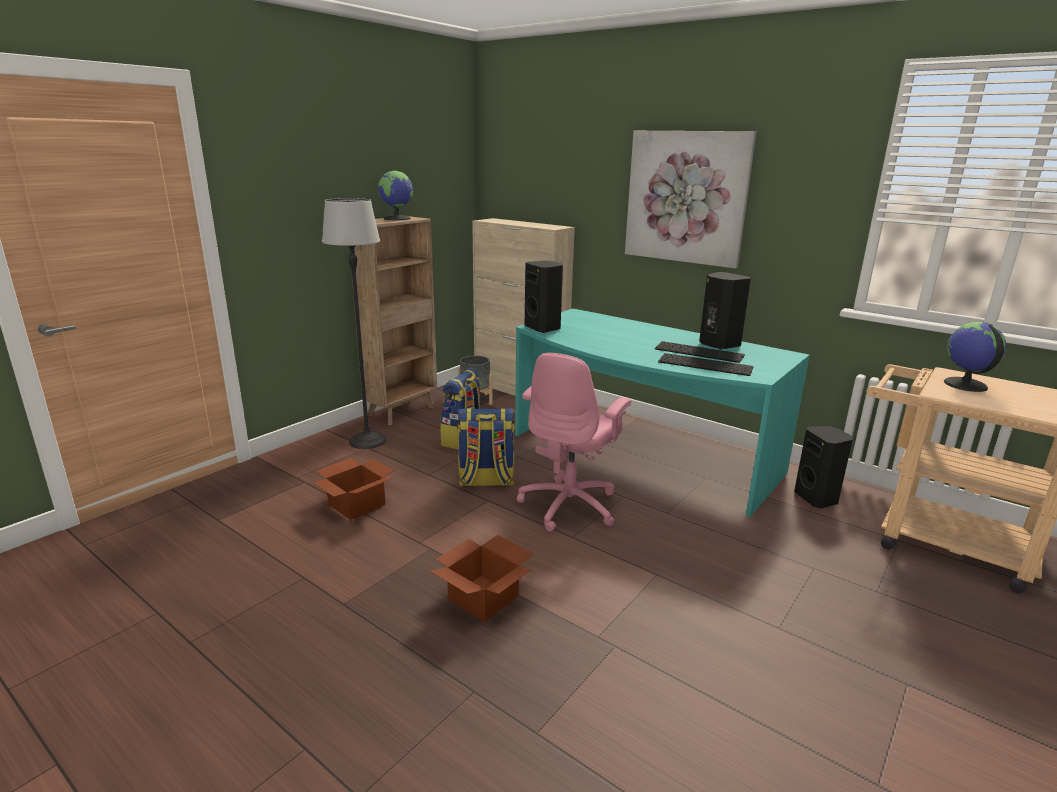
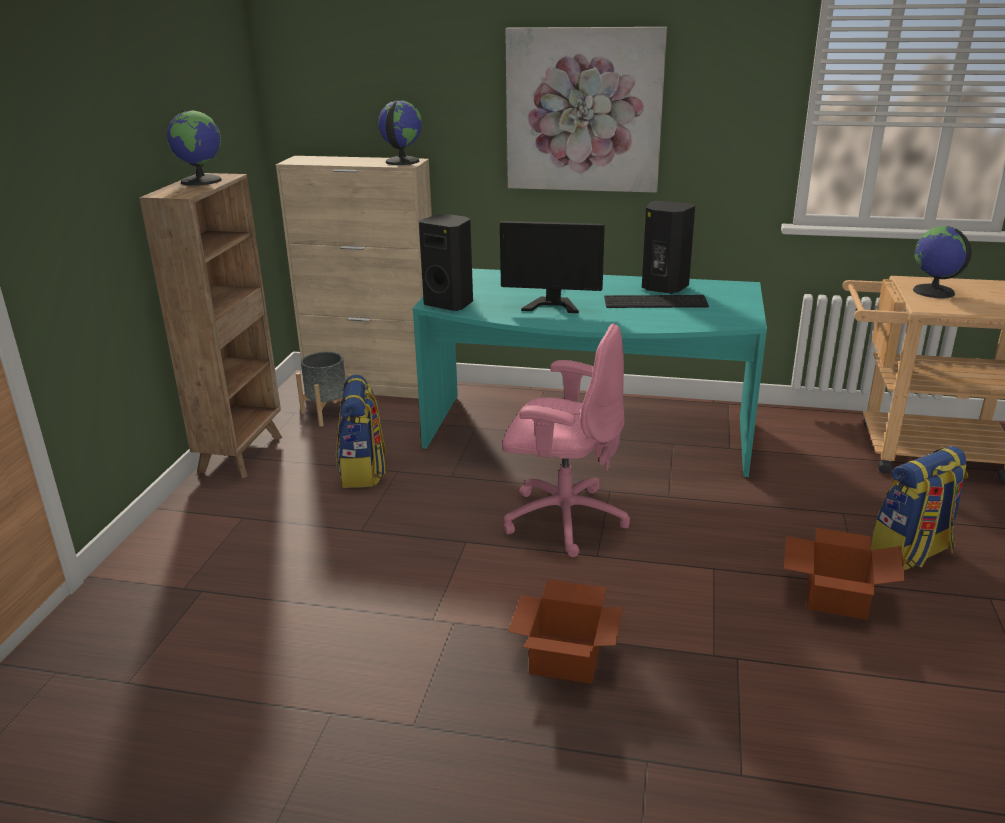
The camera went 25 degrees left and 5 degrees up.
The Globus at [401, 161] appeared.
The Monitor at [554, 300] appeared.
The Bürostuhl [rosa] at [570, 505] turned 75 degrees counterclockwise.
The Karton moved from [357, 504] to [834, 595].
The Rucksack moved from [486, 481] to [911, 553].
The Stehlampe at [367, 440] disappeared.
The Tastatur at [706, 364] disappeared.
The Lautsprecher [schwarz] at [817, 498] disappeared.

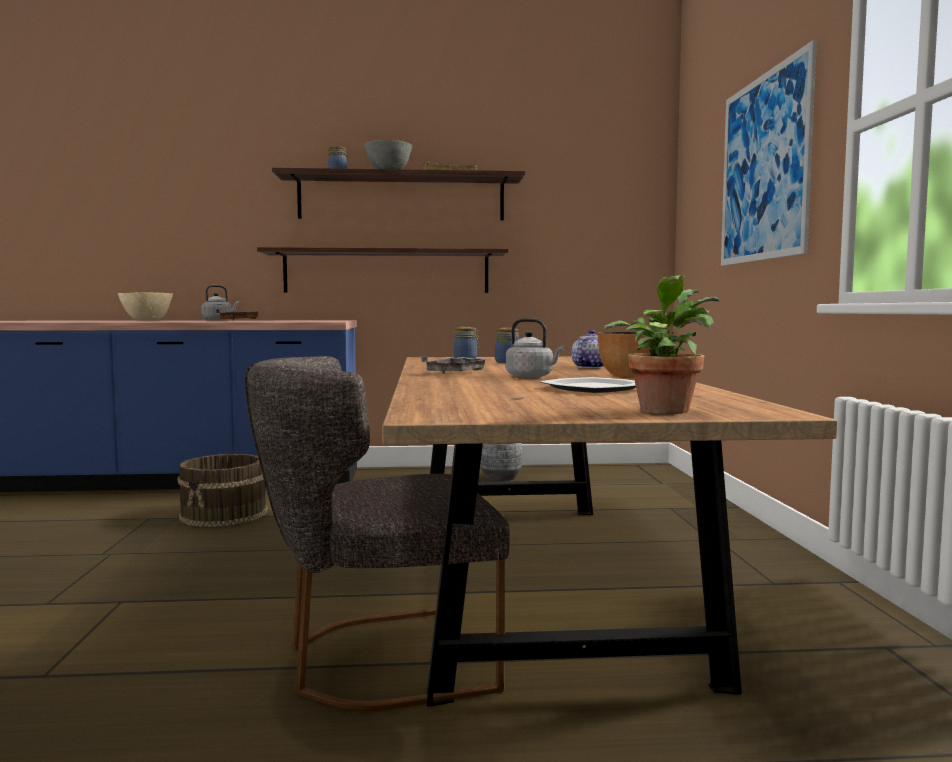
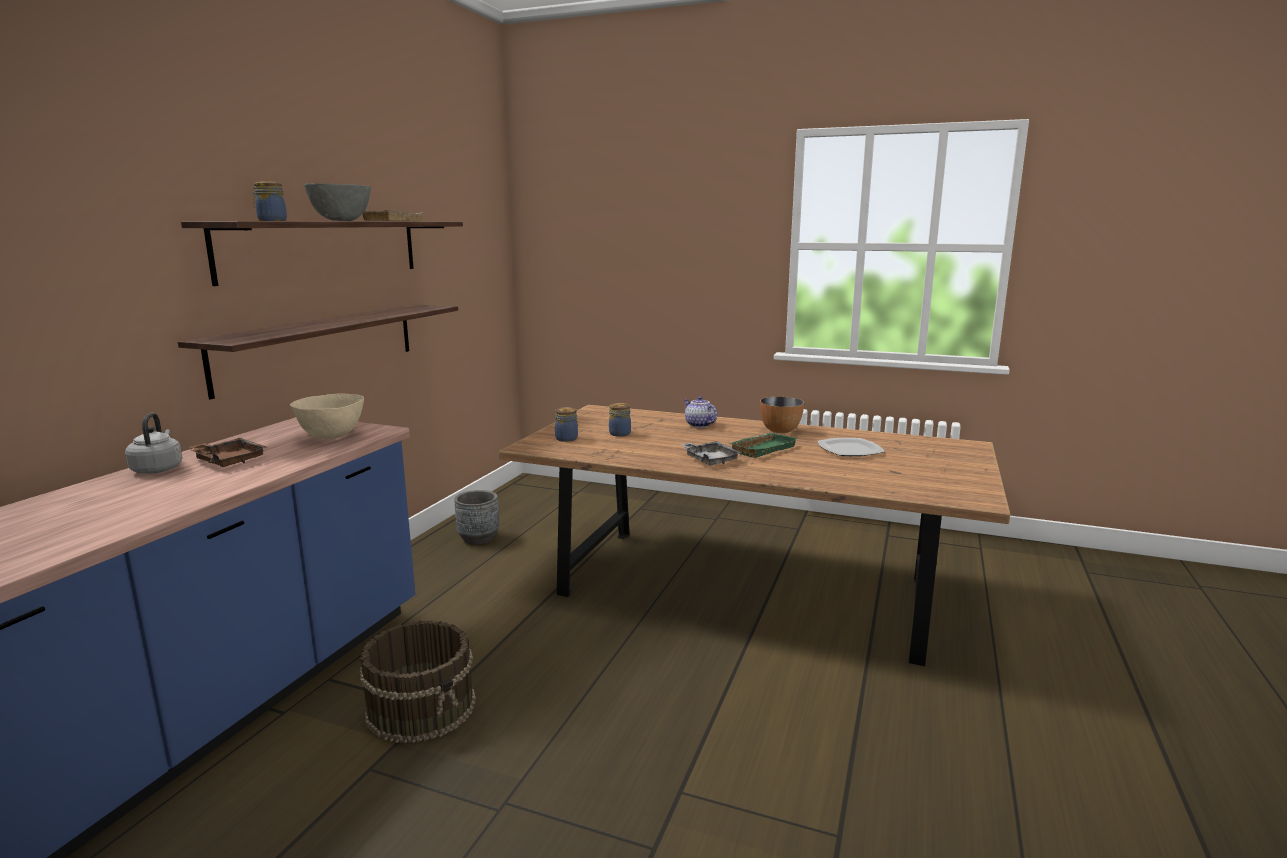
The camera went 65 degrees left and 10 degrees up.
The Schüssel [beige] moved from [147, 320] to [331, 436].
The Wasserkessel [grau] at [532, 377] was replaced by the Tablett [grün] at [762, 448].
The Stuhl [grau] at [377, 659] disappeared.
The Topfpflanze at [664, 410] disappeared.
The Bild at [763, 168] disappeared.

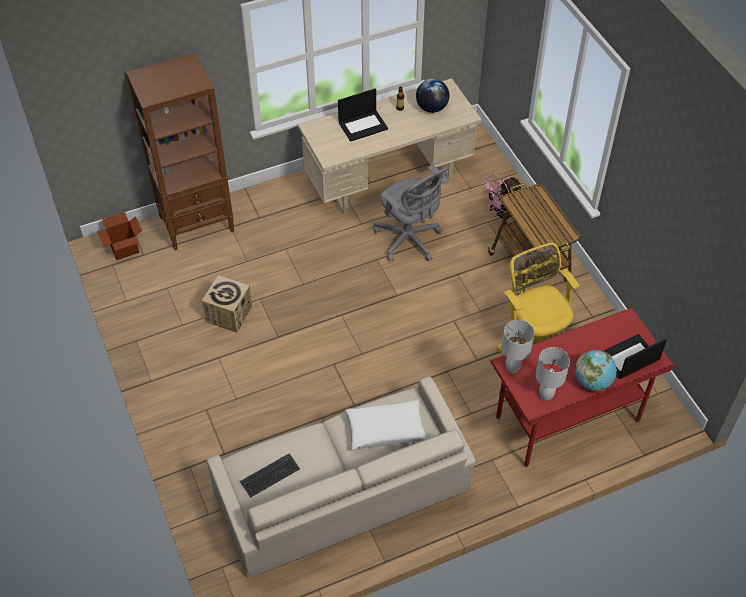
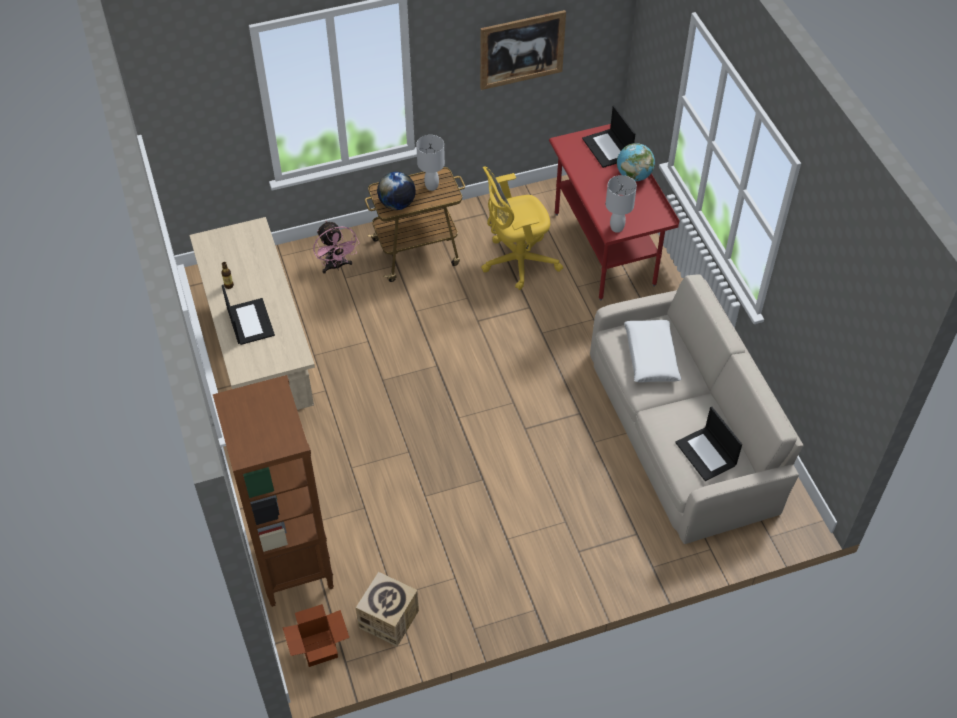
The camera went 85 degrees left and 0 degrees up.
The Karton moved from [229, 314] to [389, 619].
The Globus moved from [431, 108] to [397, 204].
The Tischlampe [weiß] moved from [546, 395] to [432, 186].
The Bild at [522, 49] appeared.
The Tastatur at [270, 476] was replaced by the Laptop at [706, 454].
The Bürostuhl [grau] at [409, 240] disappeared.

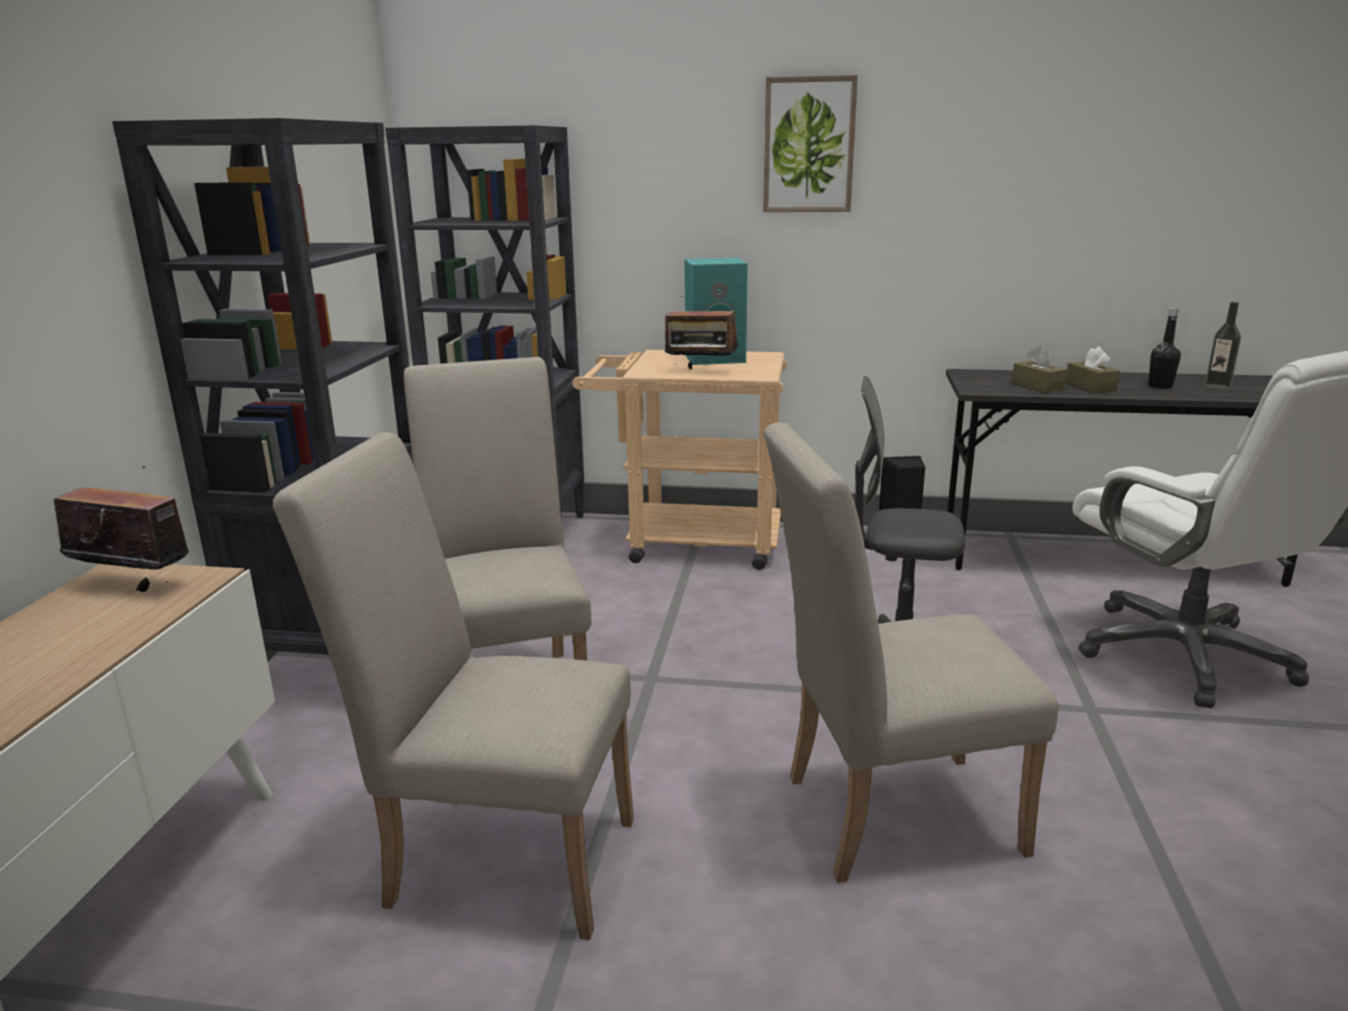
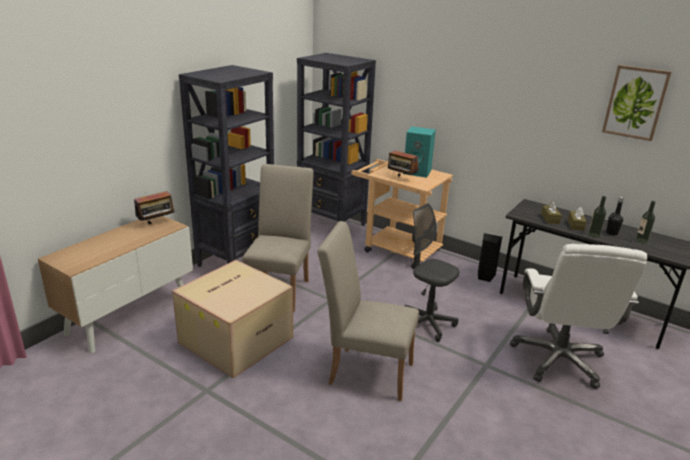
The camera went 25 degrees right and 5 degrees up.
The Radio at [135, 584] turned 105 degrees clockwise.
The Stuhl [beige] at [496, 856] was replaced by the Karton at [236, 339].
The Flasche at [594, 235] appeared.
The Bild moved from [809, 145] to [635, 102].

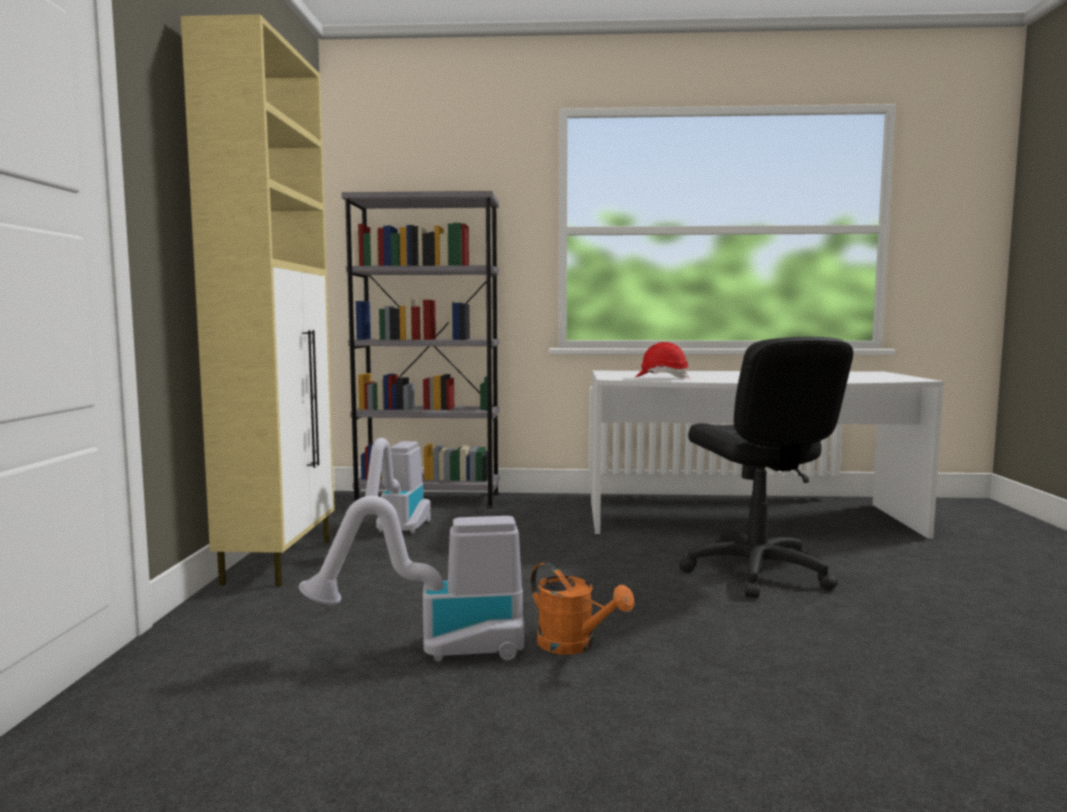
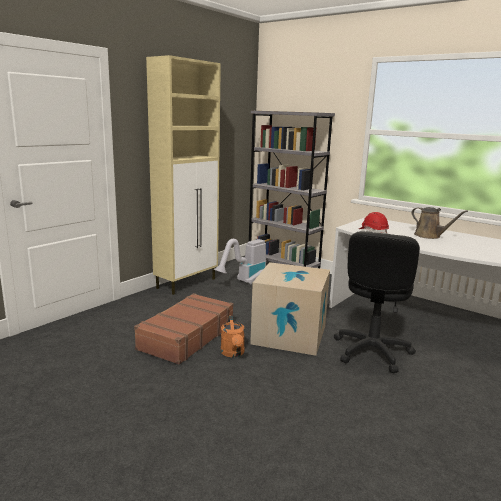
The camera went 35 degrees right and 10 degrees up.
The Staubsauger at [435, 649] was replaced by the Koffer [braun] at [186, 337].
The Karton at [289, 335] appeared.
The Gießkanne [braun] at [429, 236] appeared.

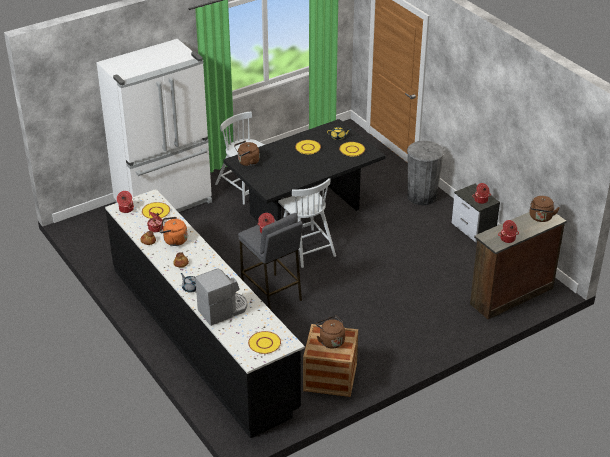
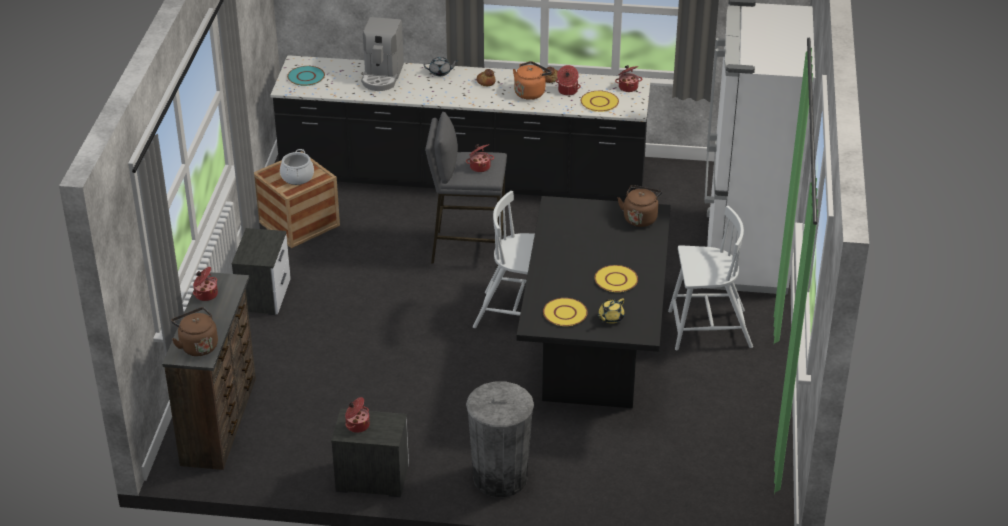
The camera went 130 degrees right and 0 degrees up.
The Nachttisch at [264, 295] appeared.
The Wasserkessel [braun] at [331, 341] was replaced by the Kochtopf at [297, 177].
The Teller [gelb] at [264, 343] became the Teller [türkis] at [306, 77].

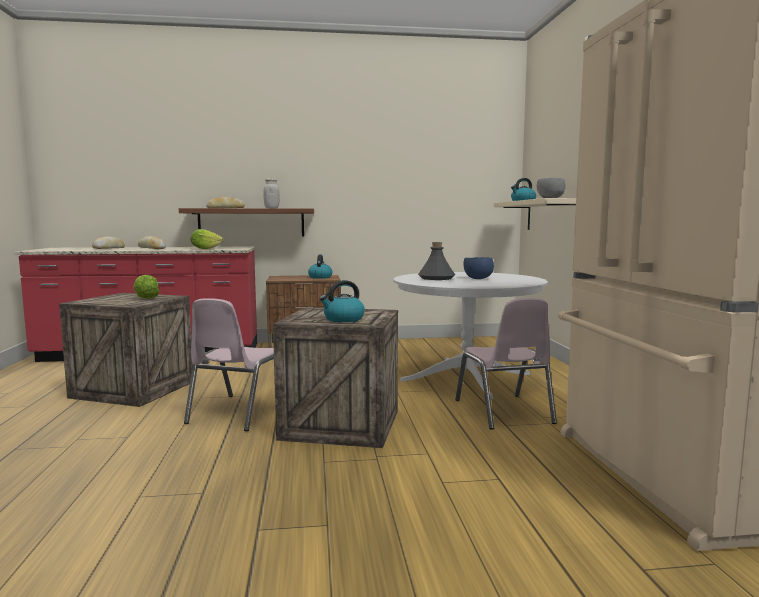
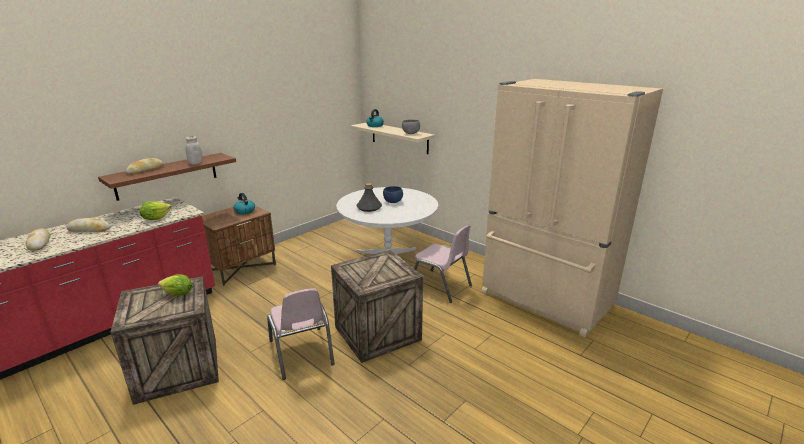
The camera went 40 degrees left and 15 degrees up.
The Wasserkessel at [343, 319] disappeared.

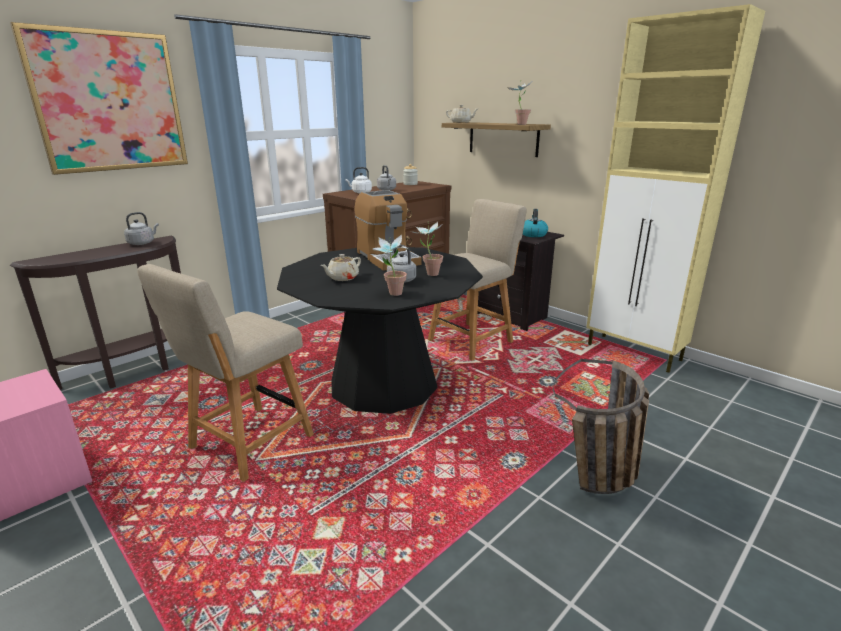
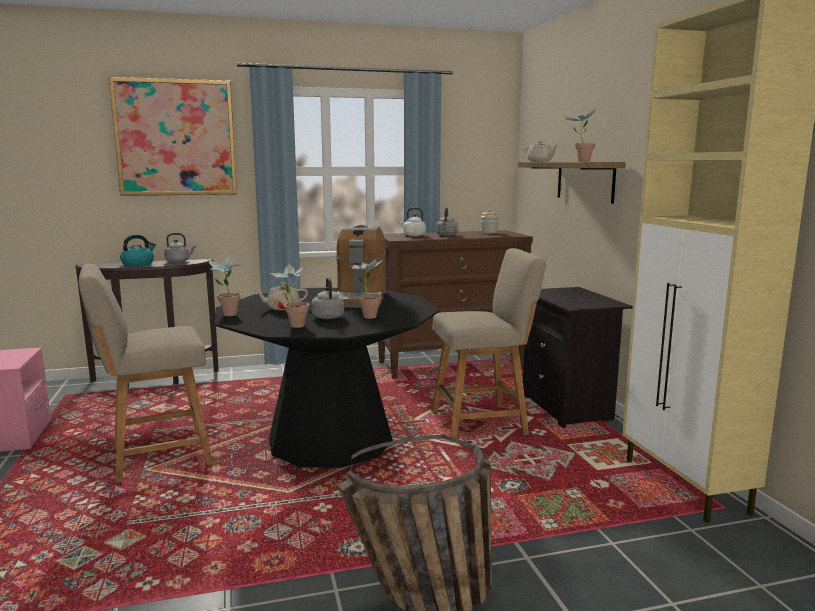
The camera went 30 degrees right and 10 degrees down.
The Wasserkessel moved from [533, 234] to [138, 264].
The Topfpflanze at [228, 316] appeared.

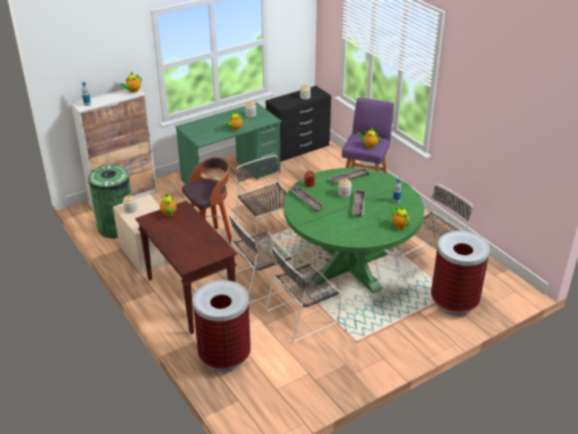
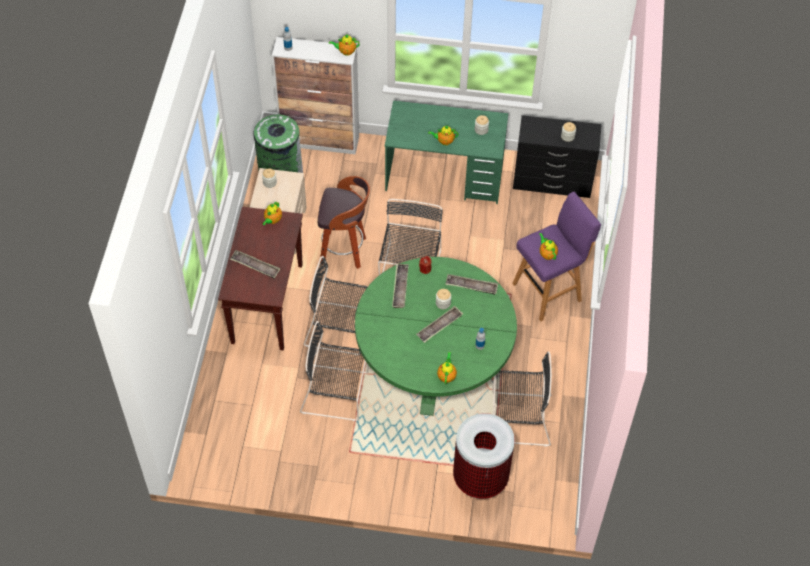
The camera went 40 degrees right and 20 degrees up.
The Tablett at [255, 266] appeared.
The Mülleimer at [225, 356] disappeared.

